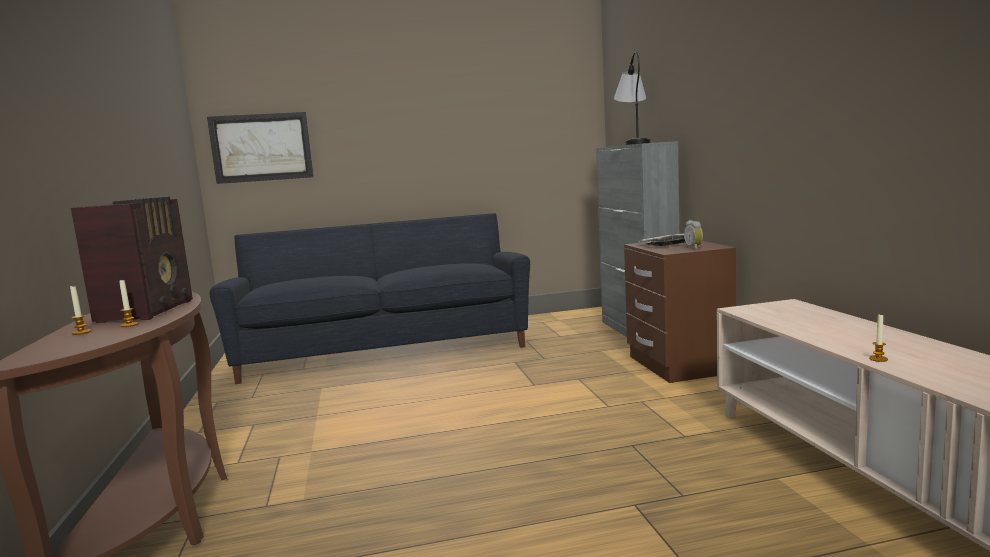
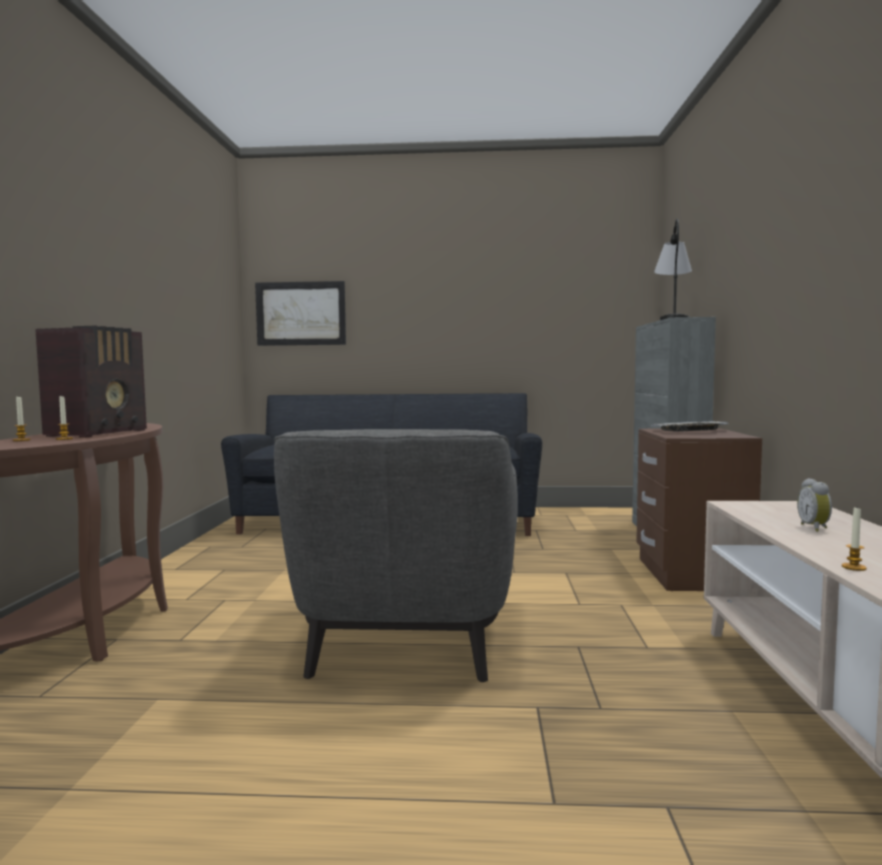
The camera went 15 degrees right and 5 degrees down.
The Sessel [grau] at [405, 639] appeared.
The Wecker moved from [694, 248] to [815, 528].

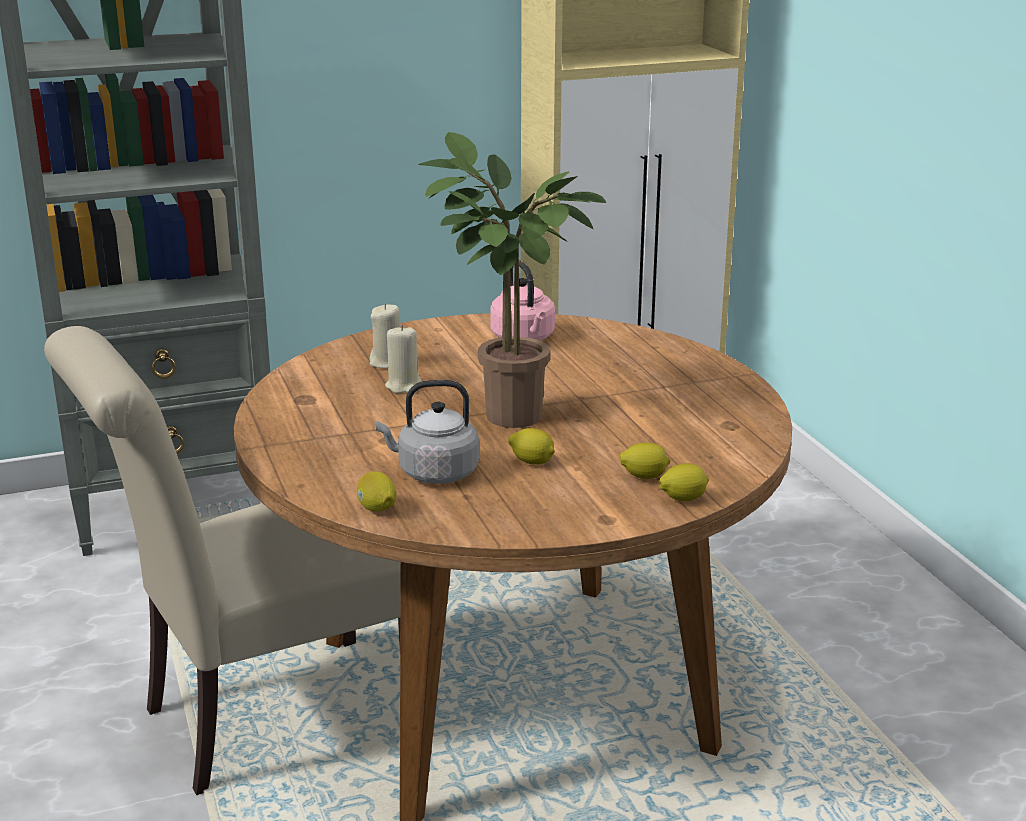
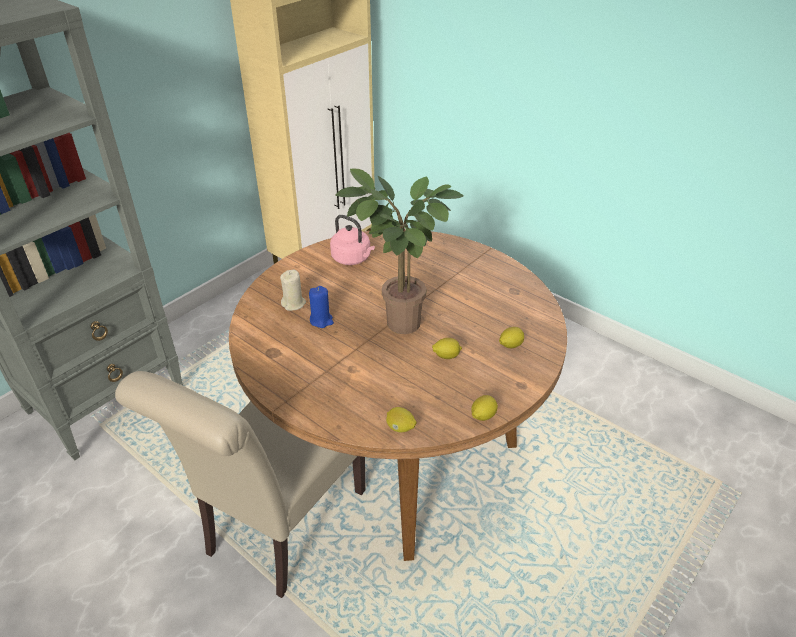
The camera went 30 degrees left and 15 degrees up.
The Kerze [beige] at [404, 386] became the Kerze [blau] at [321, 320].
The Zitrone moved from [682, 499] to [482, 416].
The Wasserkessel [grau] at [434, 473] disappeared.

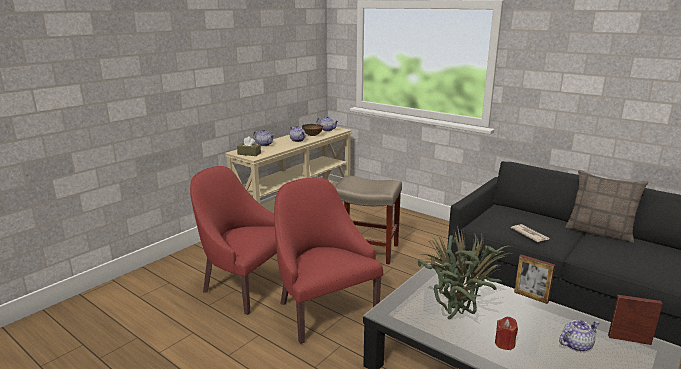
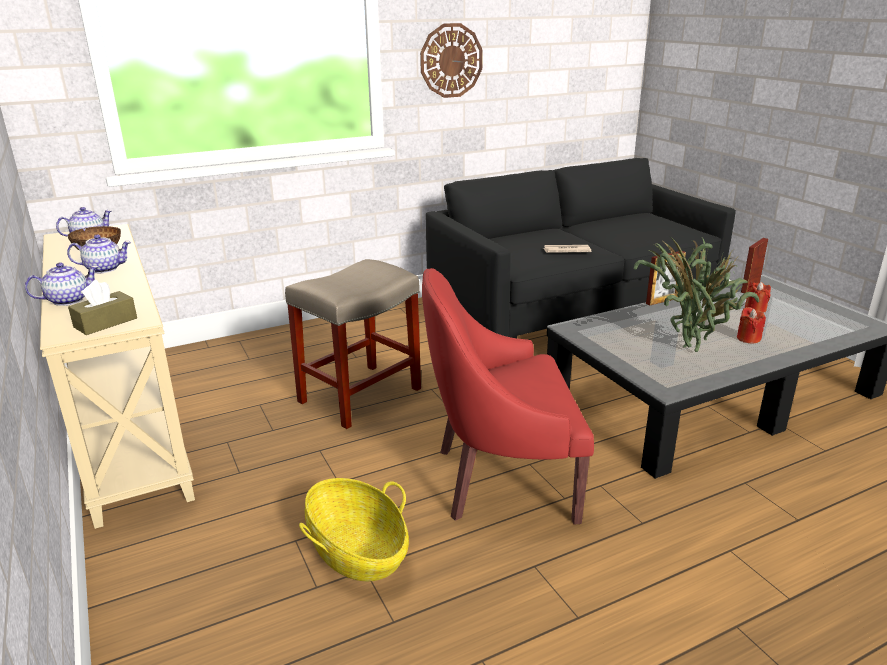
The camera went 65 degrees left and 5 degrees up.
The Sessel [rot] at [246, 284] was replaced by the Korb at [357, 551].
The Wanduhr at [451, 60] appeared.
The Teekanne at [576, 345] was replaced by the Kerze [rot] at [755, 309].
The Kissen at [599, 232] disappeared.

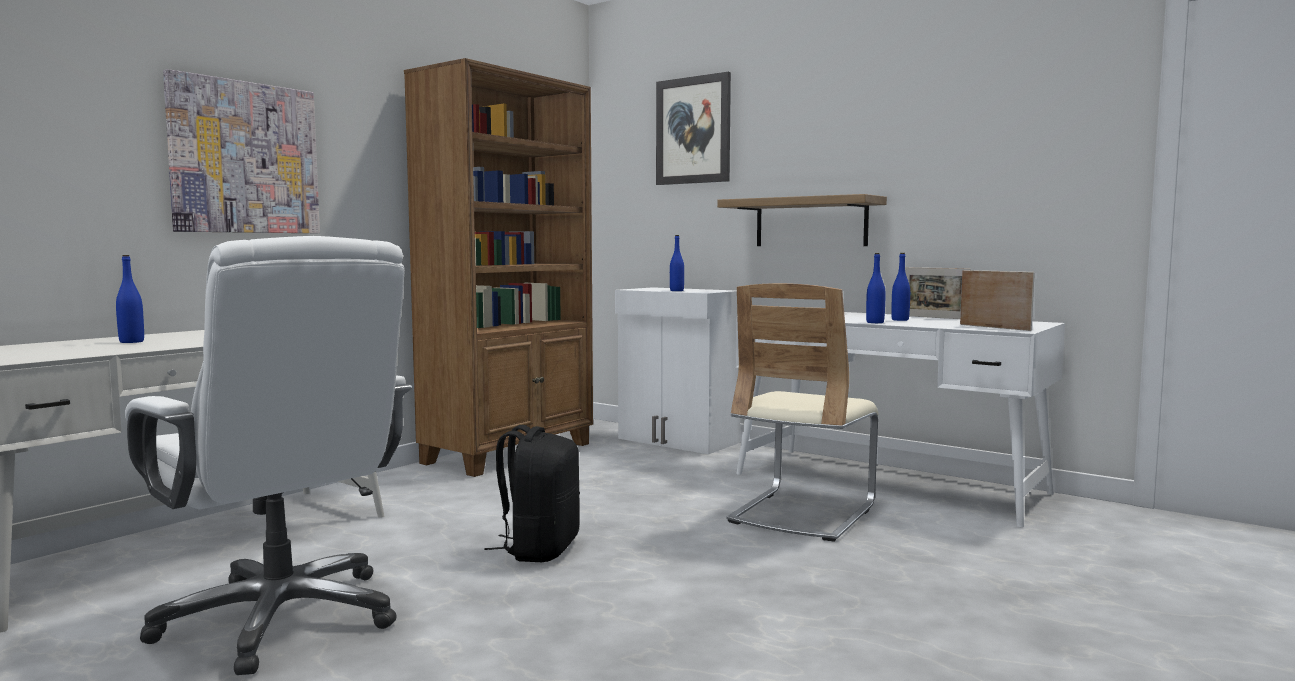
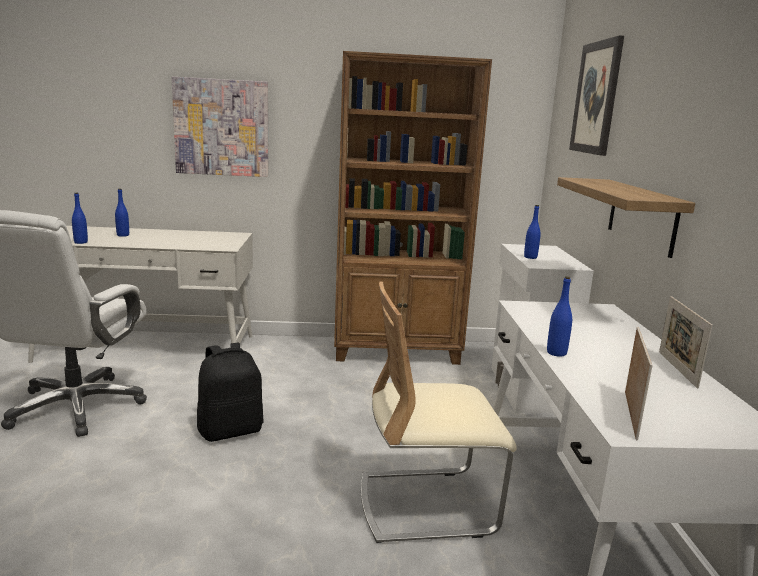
The camera went 50 degrees right and 10 degrees up.
The Flasche [blau] moved from [900, 320] to [81, 242].

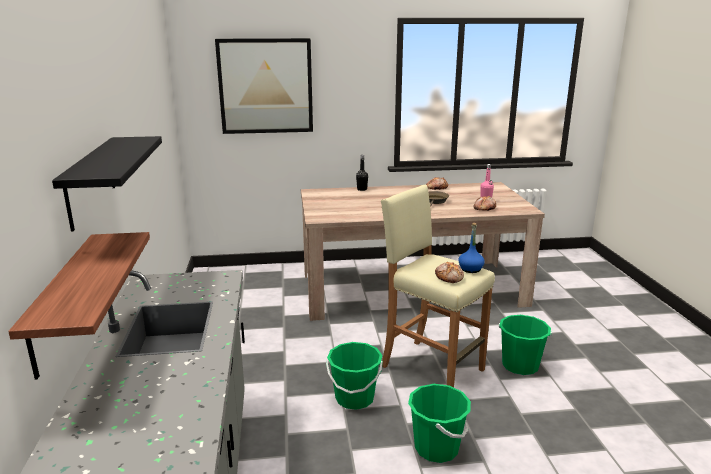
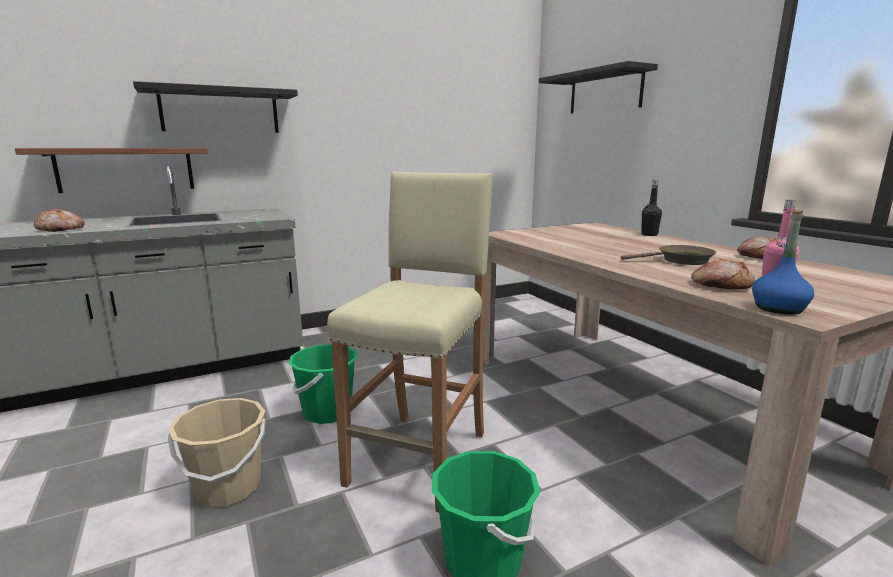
The camera went 70 degrees right and 5 degrees down.
The Brot moved from [449, 277] to [61, 229].
The Eimer [grün] at [436, 448] became the Eimer [beige] at [228, 488].
The Bild at [265, 86] was replaced by the Wandregal [schwarz] at [605, 92].
The Flasche [blau] moved from [470, 269] to [778, 308].

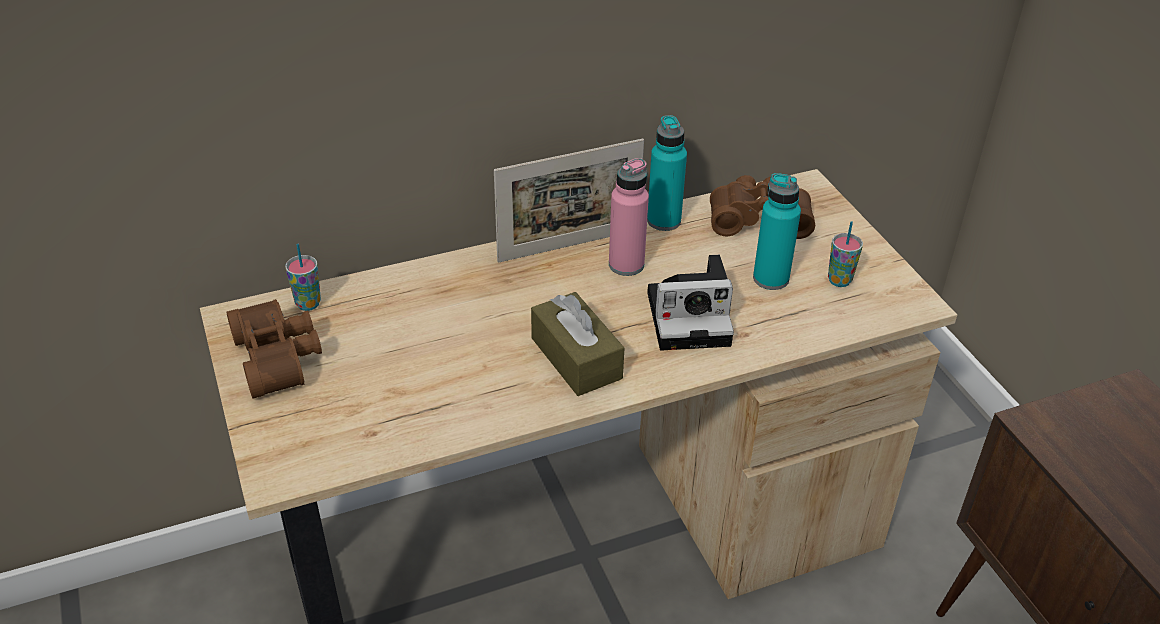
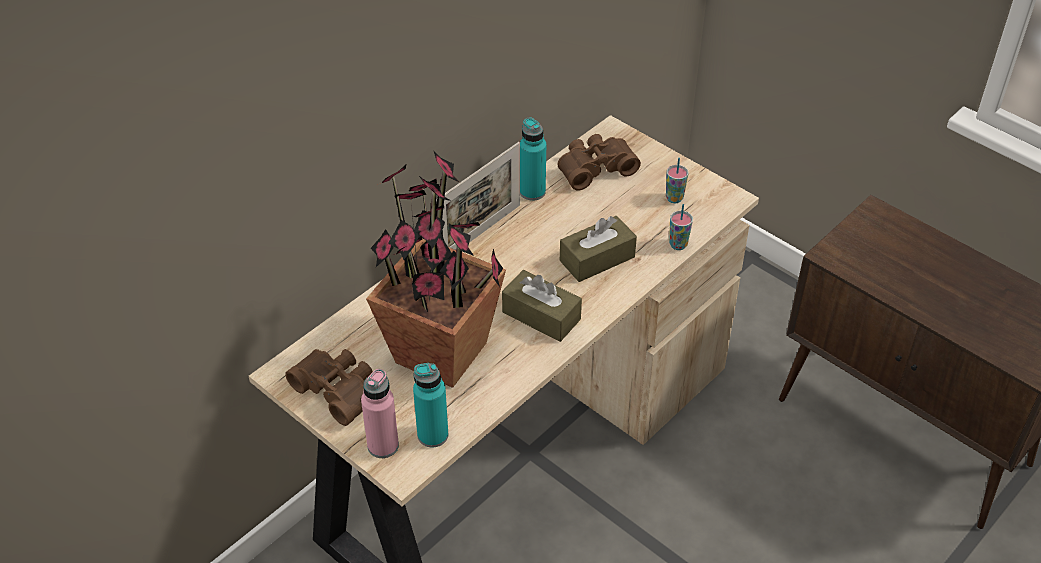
The camera went 25 degrees left and 5 degrees up.
The Flasche [rosa] moved from [626, 265] to [383, 446].
The Topfpflanze at [441, 354] appeared.
The Flasche [türkis] moved from [771, 279] to [432, 435].
The Kamera at [692, 317] was replaced by the Taschentuchbox [braun] at [597, 259].
The Tasse moved from [308, 304] to [678, 245].

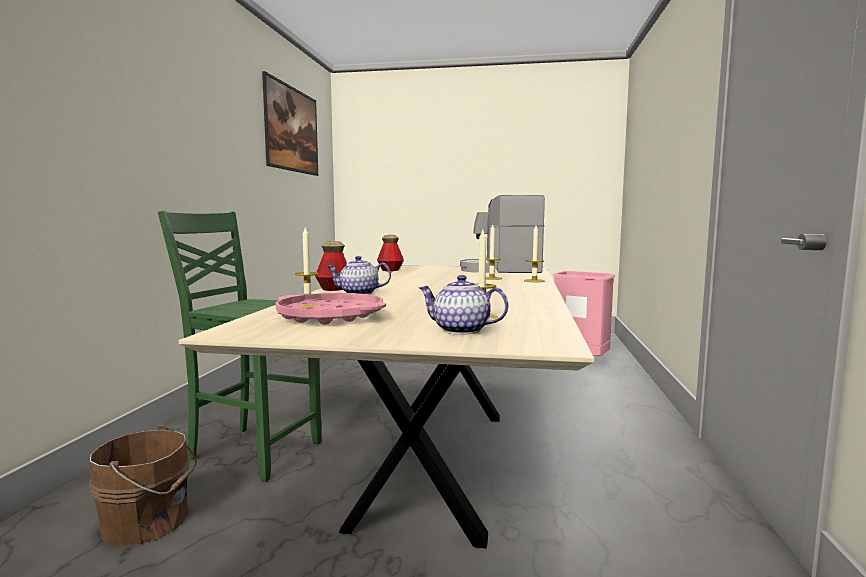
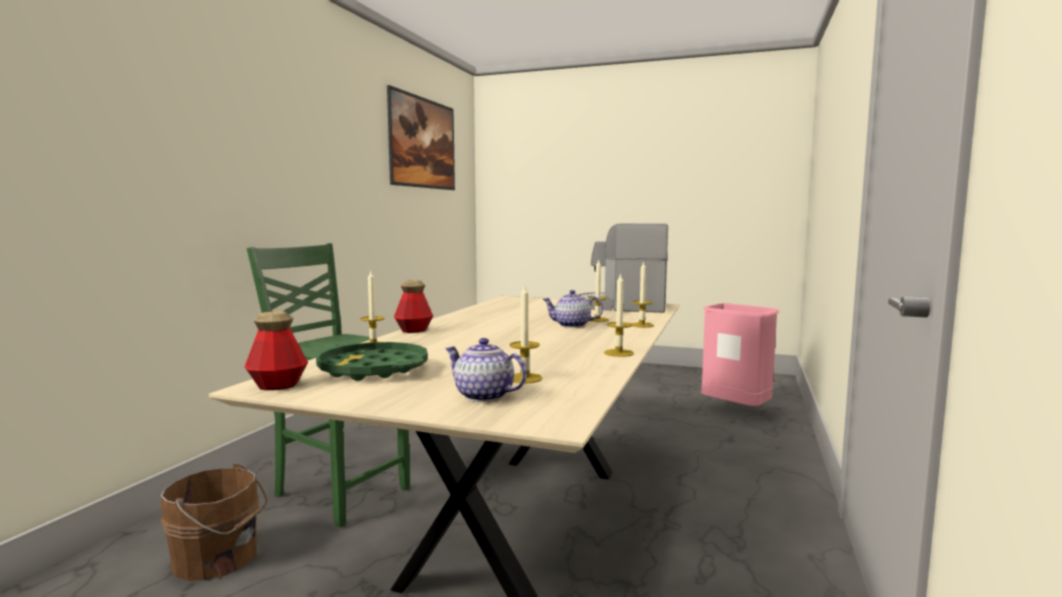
The camera went 10 degrees right and 0 degrees up.
The Flasche moved from [390, 270] to [278, 385].
The Tablett [rosa] at [330, 316] became the Tablett [grün] at [373, 369].
The Teekanne moved from [358, 293] to [572, 325].
The Kerze at [618, 353] appeared.

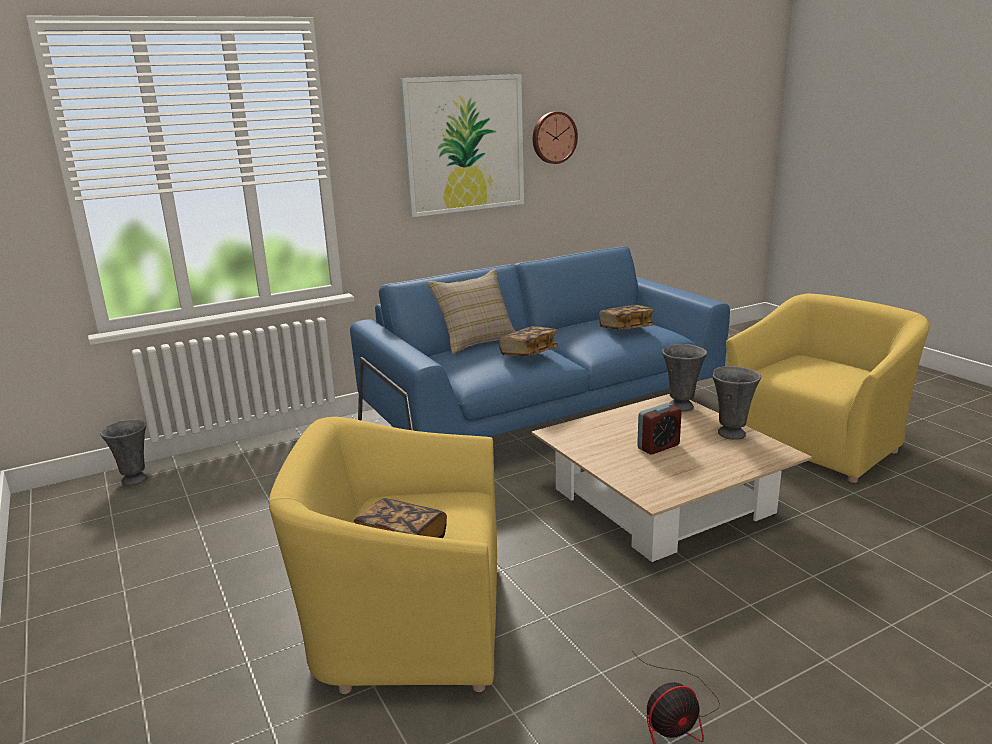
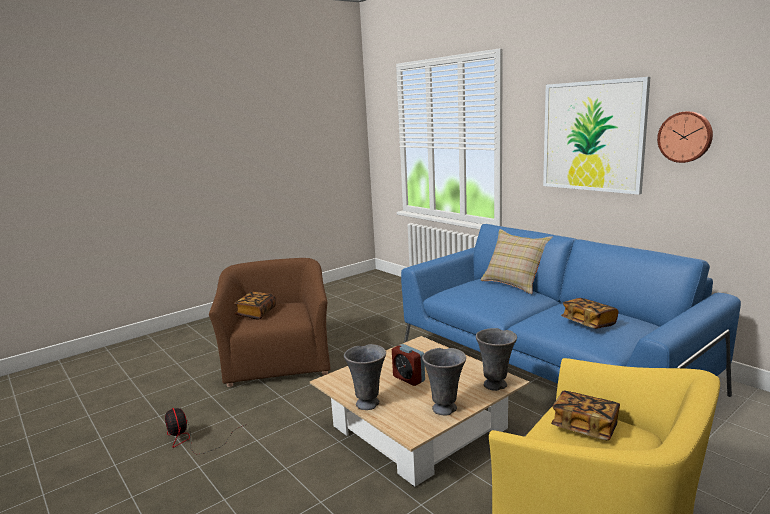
The camera went 80 degrees right and 5 degrees down.
The Sessel [gelb] at [406, 622] became the Sessel [braun] at [279, 361].
The Vase [grau] moved from [134, 479] to [368, 404].
The Buch moved from [529, 353] to [585, 427].

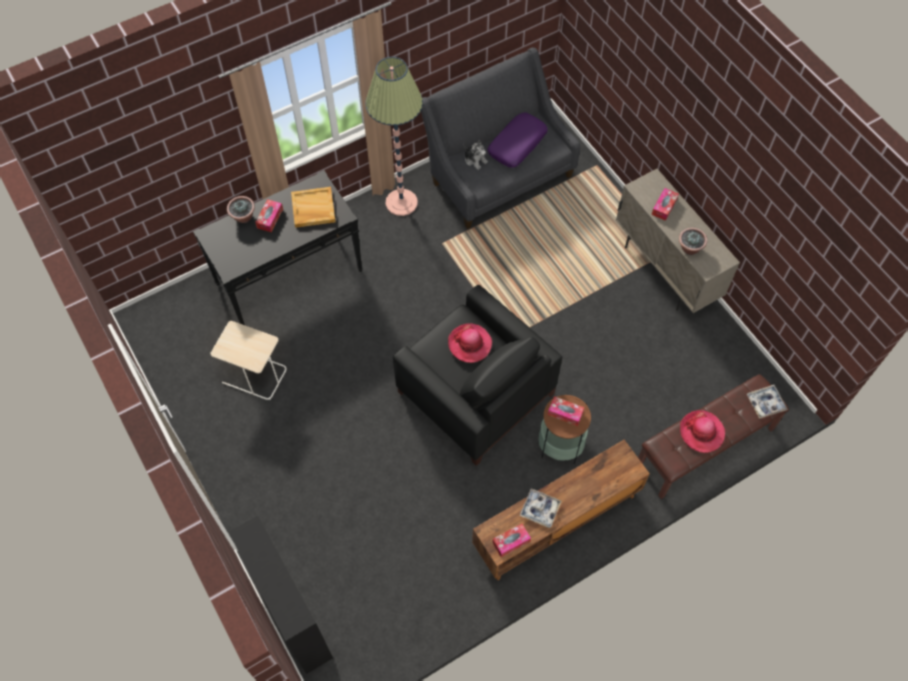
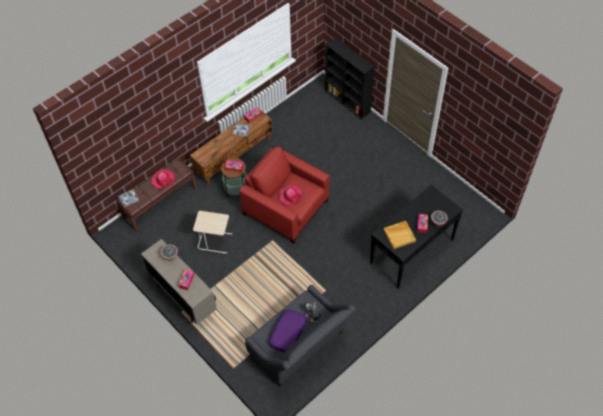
The camera went 170 degrees right and 5 degrees down.
The Beistelltisch [beige] moved from [254, 375] to [215, 241].
The Sessel [schwarz] at [474, 392] became the Sessel [rot] at [287, 208].
The Stehlampe at [401, 202] disappeared.

